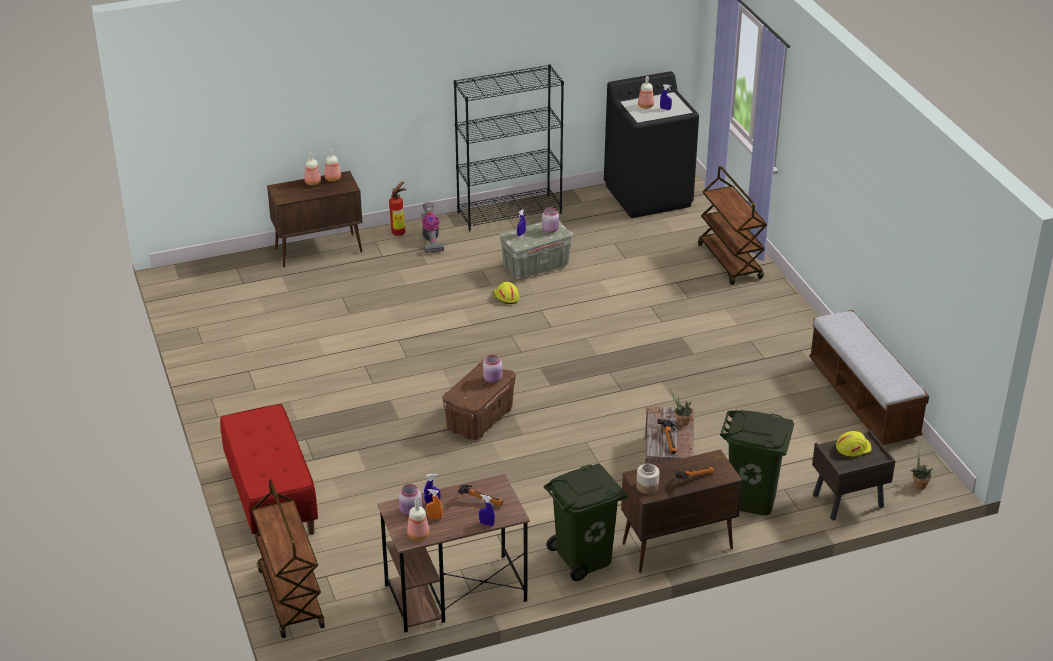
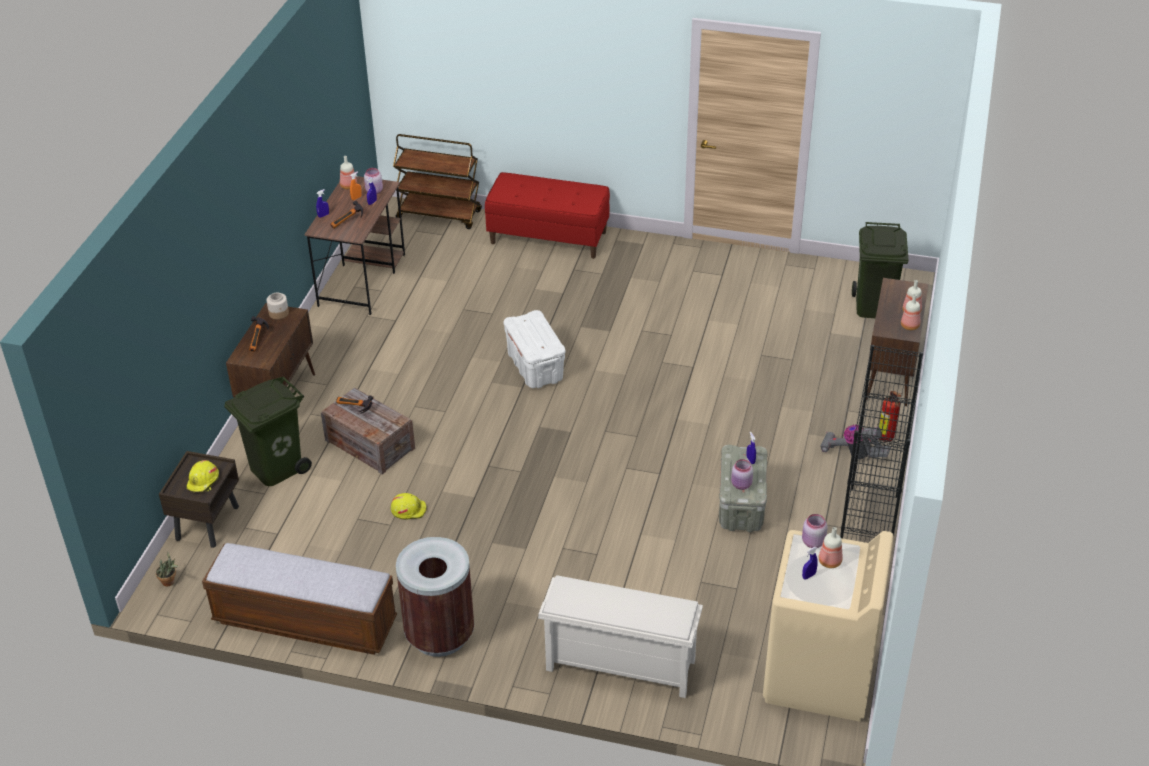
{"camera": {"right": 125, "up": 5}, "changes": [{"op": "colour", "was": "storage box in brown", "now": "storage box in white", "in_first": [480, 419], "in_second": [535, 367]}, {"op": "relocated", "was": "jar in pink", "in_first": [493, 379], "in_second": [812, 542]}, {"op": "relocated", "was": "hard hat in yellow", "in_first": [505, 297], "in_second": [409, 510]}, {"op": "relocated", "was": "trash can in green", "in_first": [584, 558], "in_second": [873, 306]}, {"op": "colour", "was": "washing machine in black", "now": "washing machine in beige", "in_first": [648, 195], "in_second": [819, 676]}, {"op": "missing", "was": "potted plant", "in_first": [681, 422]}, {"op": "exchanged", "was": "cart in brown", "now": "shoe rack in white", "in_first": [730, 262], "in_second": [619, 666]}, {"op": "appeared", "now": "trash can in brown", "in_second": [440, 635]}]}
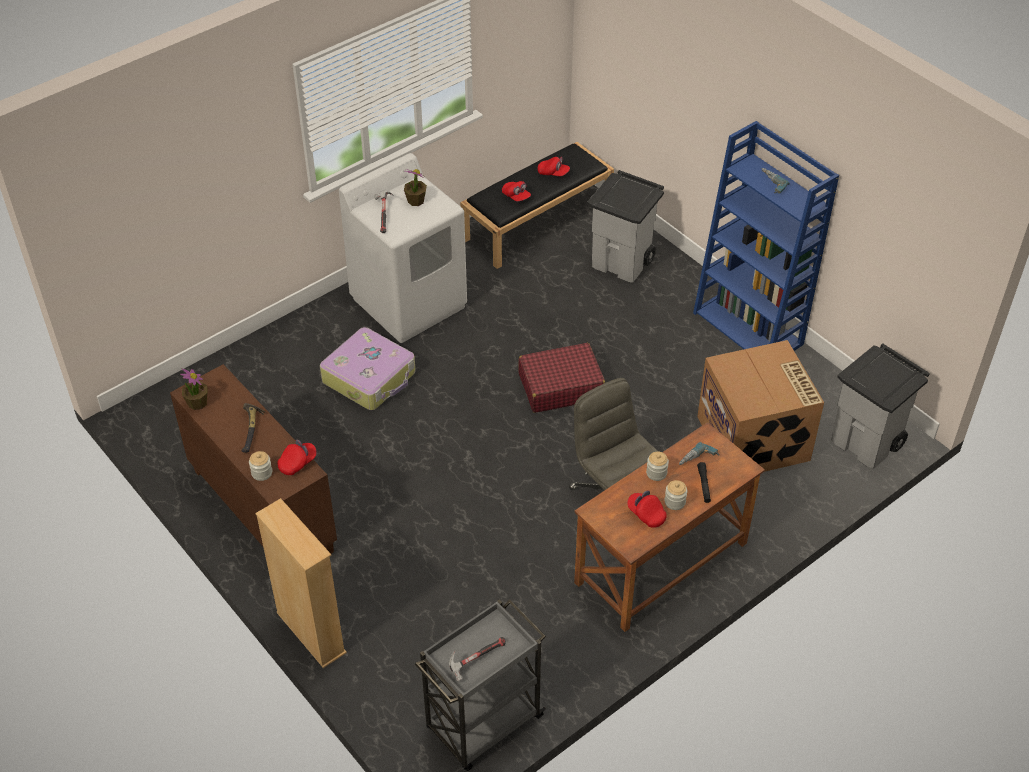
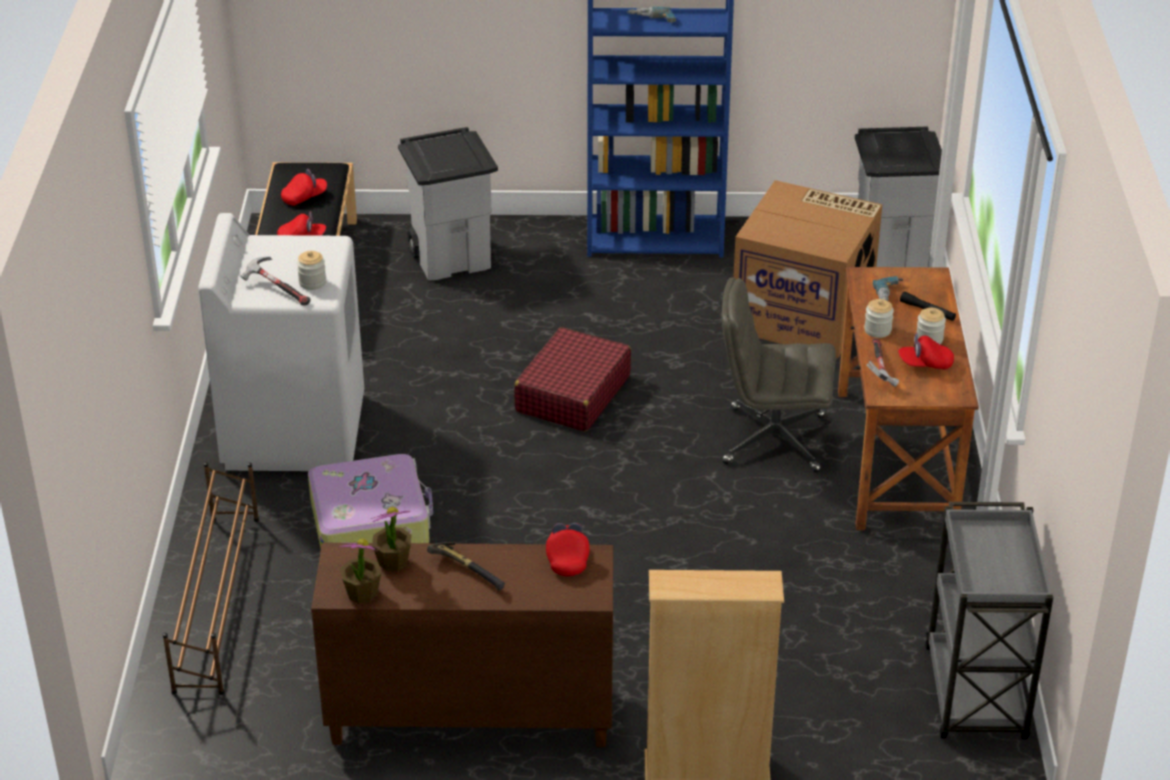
{"camera": {"right": -50, "up": -10}, "changes": [{"op": "relocated", "was": "jar", "in_first": [262, 473], "in_second": [312, 282]}, {"op": "relocated", "was": "potted plant", "in_first": [415, 200], "in_second": [393, 562]}, {"op": "relocated", "was": "hammer", "in_first": [475, 660], "in_second": [879, 369]}, {"op": "appeared", "now": "shoe rack in brown", "in_second": [218, 601]}]}
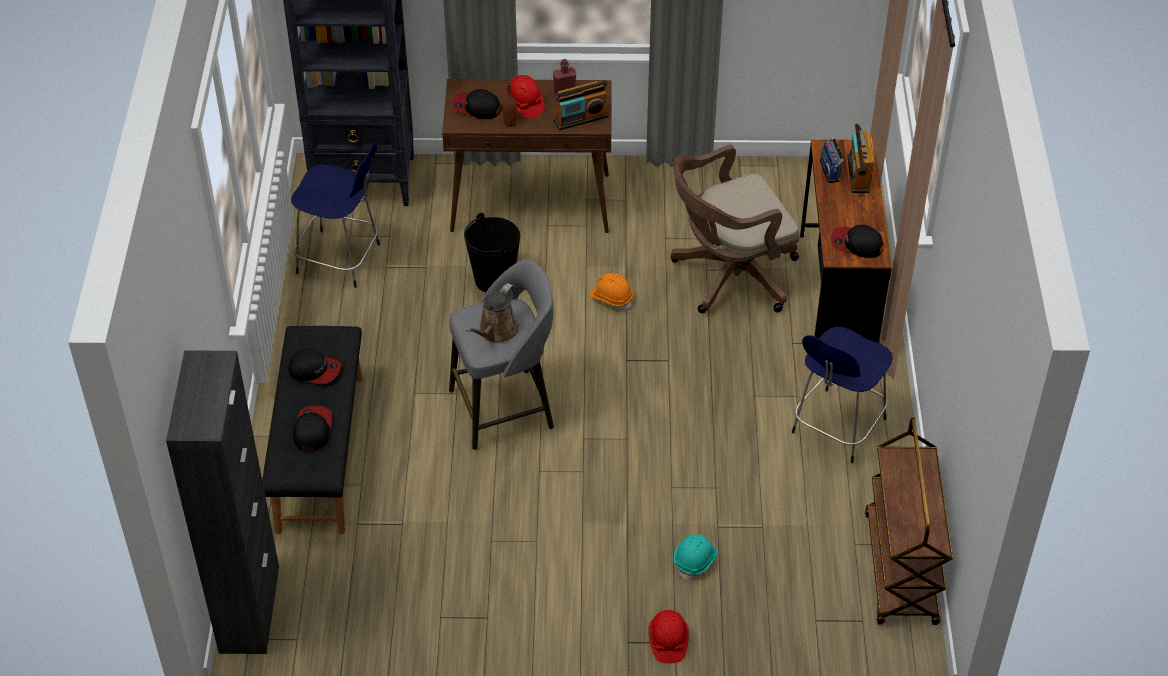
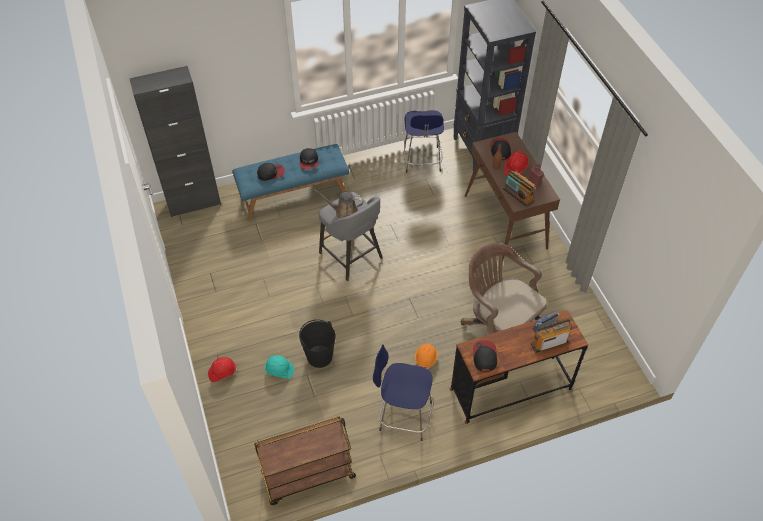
{"camera": {"right": 70, "up": 5}, "changes": [{"op": "colour", "was": "bench in black", "now": "bench in blue", "in_first": [319, 452], "in_second": [293, 195]}, {"op": "relocated", "was": "bucket in black", "in_first": [494, 279], "in_second": [319, 356]}, {"op": "relocated", "was": "hard hat in orange", "in_first": [611, 298], "in_second": [426, 358]}]}
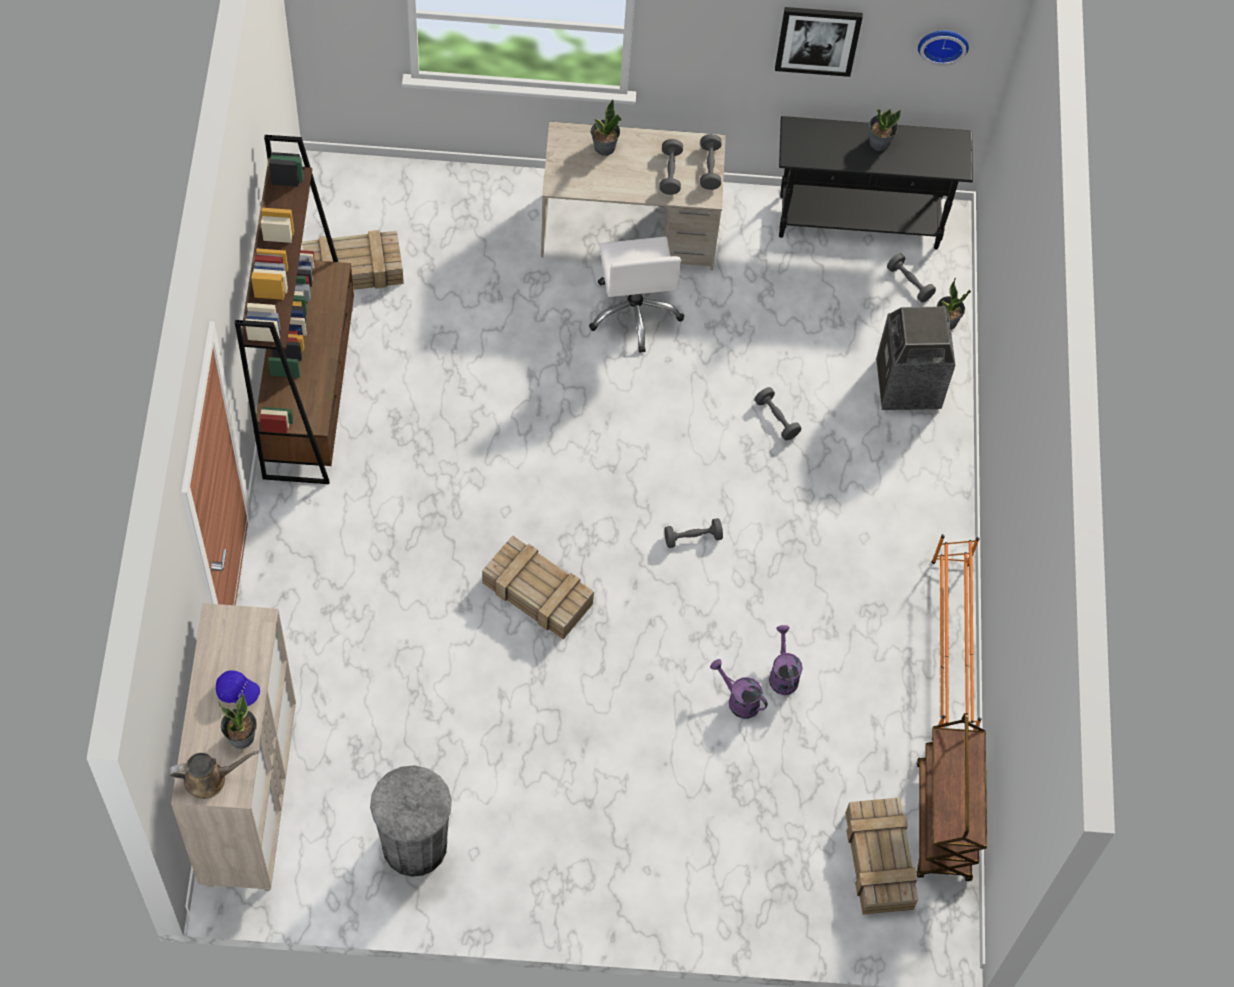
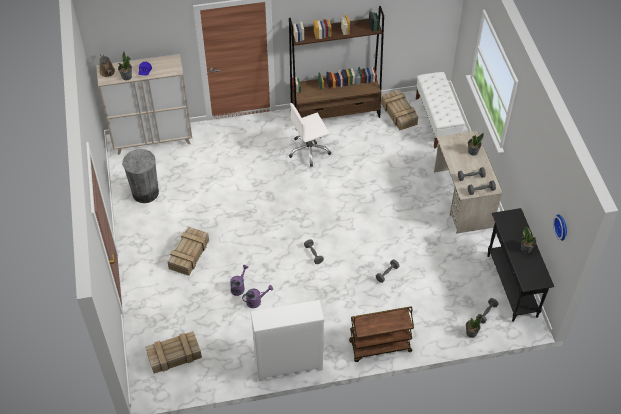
{"camera": {"right": 80, "up": -10}, "changes": [{"op": "relocated", "was": "crate", "in_first": [535, 593], "in_second": [189, 254]}, {"op": "relocated", "was": "office chair in white", "in_first": [635, 311], "in_second": [309, 151]}, {"op": "missing", "was": "picture", "in_first": [818, 40]}, {"op": "missing", "was": "trash can", "in_first": [908, 385]}, {"op": "relocated", "was": "cart in brown", "in_first": [943, 822], "in_second": [379, 347]}, {"op": "exchanged", "was": "shoe rack in orange", "now": "dresser in white", "in_first": [950, 651], "in_second": [288, 366]}, {"op": "appeared", "now": "bench in white", "in_second": [437, 121]}]}
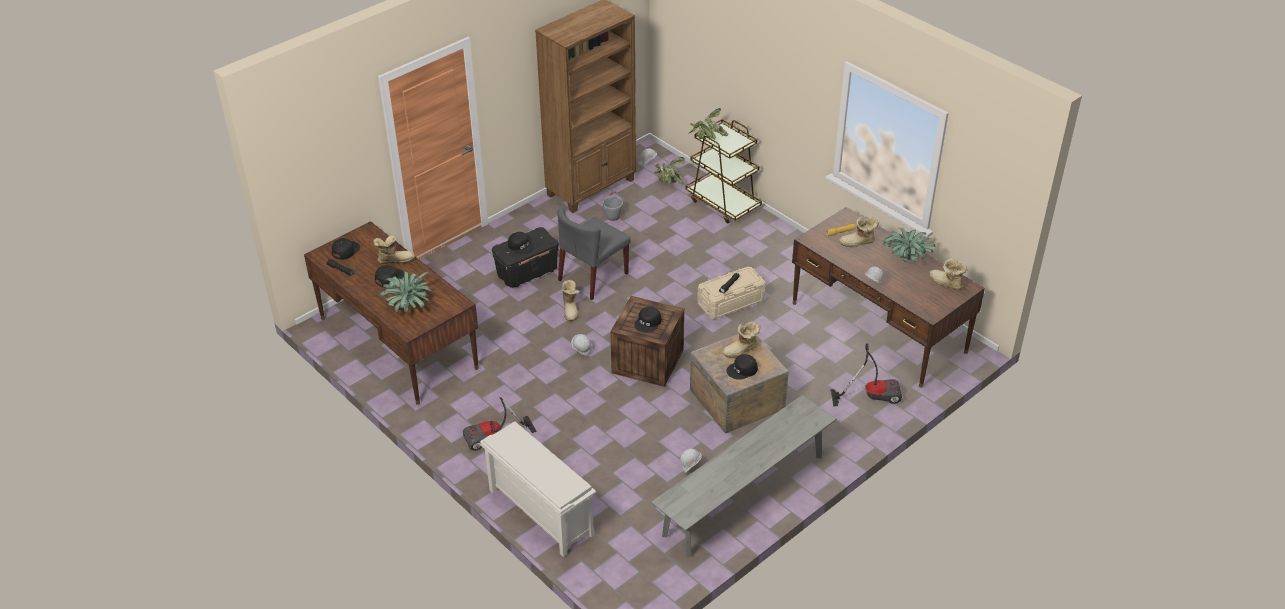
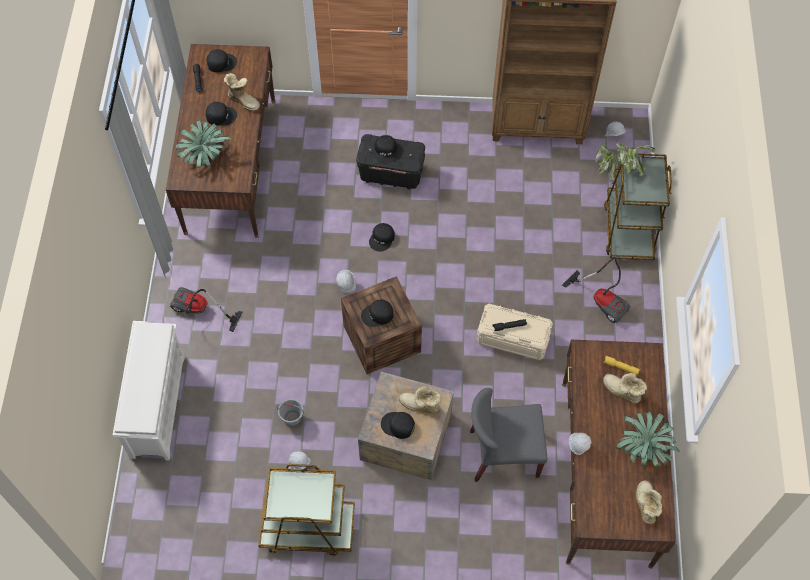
{"camera": {"right": 45, "up": 20}, "changes": [{"op": "relocated", "was": "chair in grey", "in_first": [593, 277], "in_second": [503, 454]}, {"op": "exchanged", "was": "boot", "now": "cap in black", "in_first": [571, 310], "in_second": [382, 239]}, {"op": "relocated", "was": "bucket in grey", "in_first": [613, 216], "in_second": [292, 419]}, {"op": "exchanged", "was": "bench in grey", "now": "cart in brown", "in_first": [744, 495], "in_second": [307, 528]}, {"op": "relocated", "was": "vacuum cleaner", "in_first": [871, 395], "in_second": [602, 300]}]}
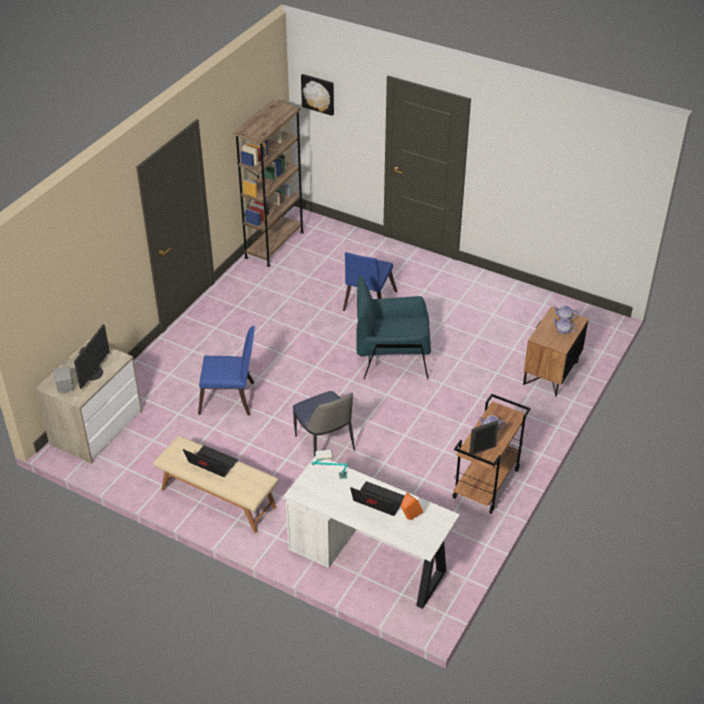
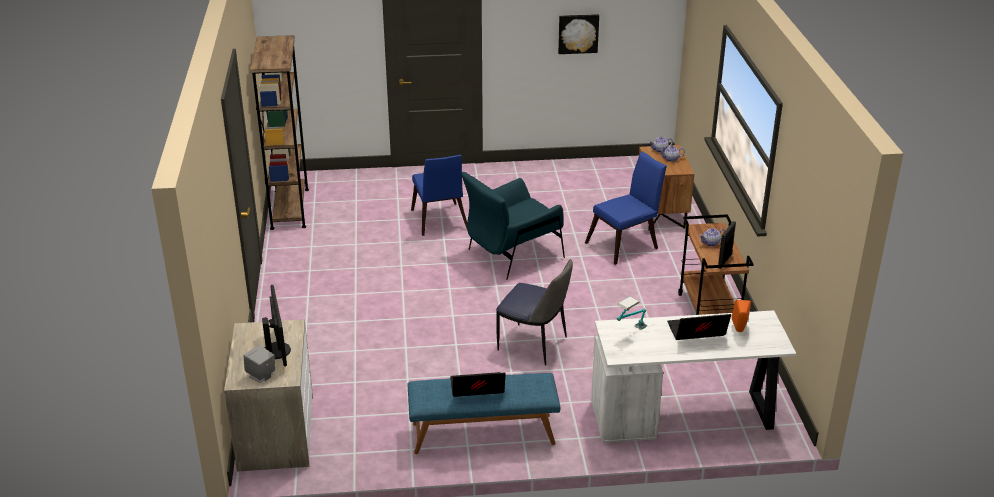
{"camera": {"right": -35, "up": -10}, "changes": [{"op": "colour", "was": "bench in beige", "now": "bench in blue", "in_first": [217, 498], "in_second": [483, 434]}, {"op": "relocated", "was": "chair in blue", "in_first": [231, 399], "in_second": [625, 244]}, {"op": "relocated", "was": "picture", "in_first": [318, 94], "in_second": [578, 33]}]}
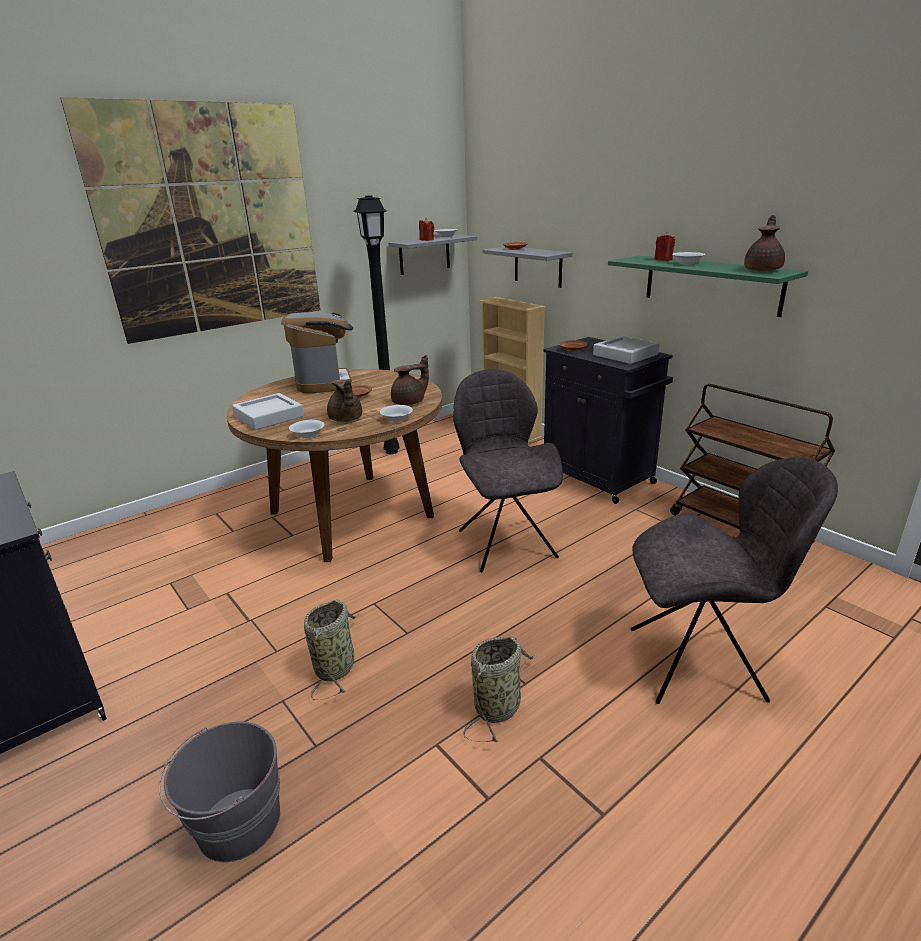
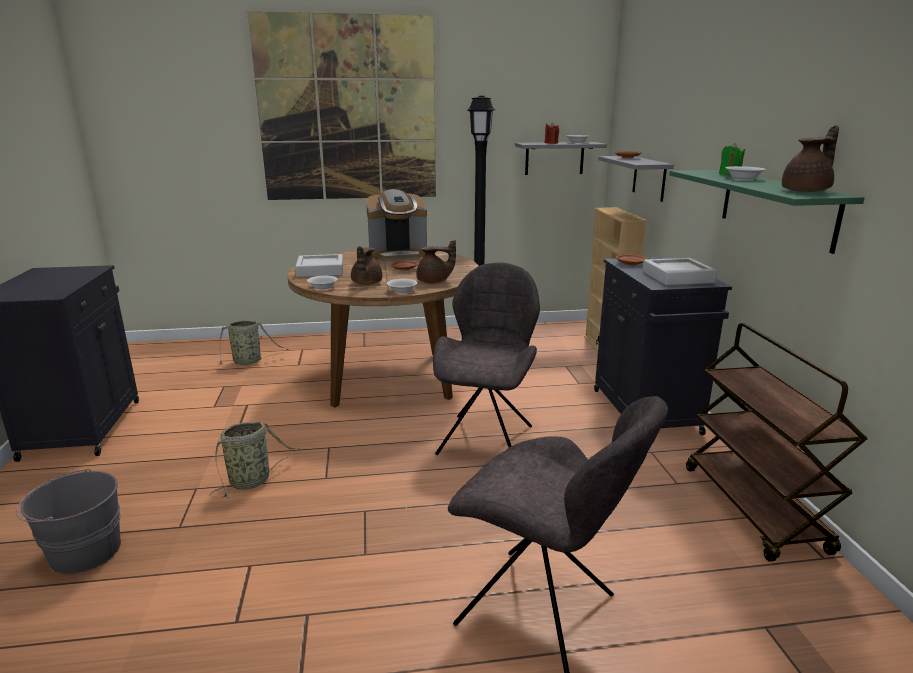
{"camera": {"right": 30, "up": -5}, "changes": [{"op": "spun", "was": "coffee machine", "in_first": [323, 382], "in_second": [398, 255], "clockwise": 60}, {"op": "relocated", "was": "basket", "in_first": [499, 706], "in_second": [249, 361]}, {"op": "colour", "was": "candle in red", "now": "candle in green", "in_first": [663, 259], "in_second": [729, 174]}]}
